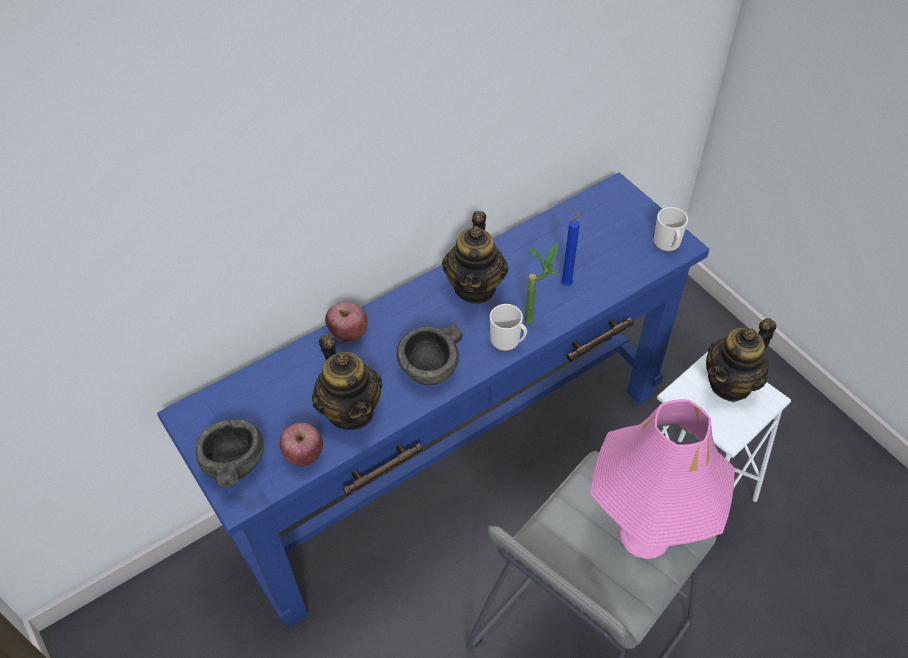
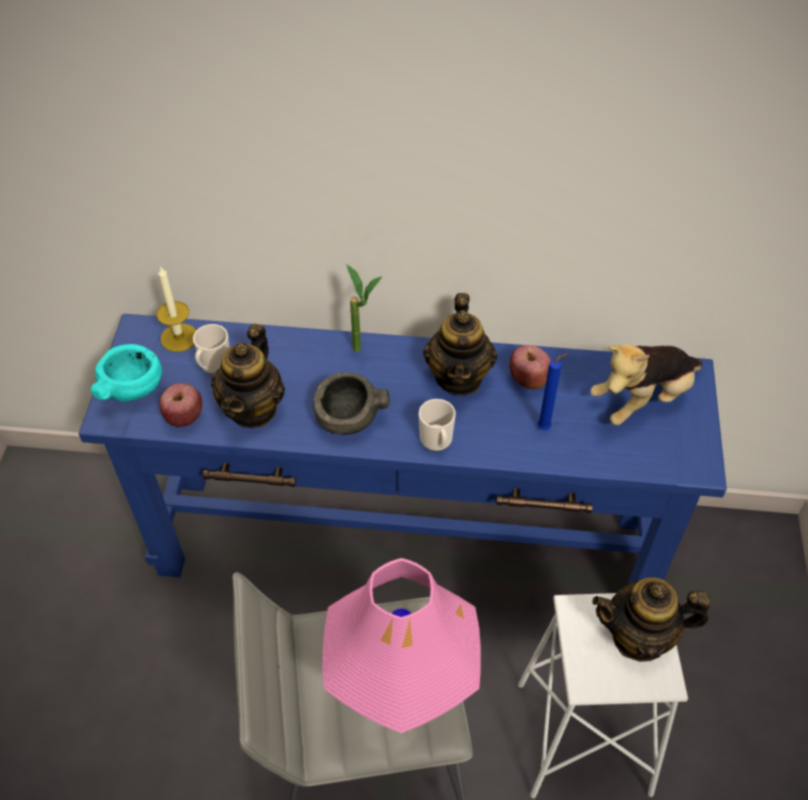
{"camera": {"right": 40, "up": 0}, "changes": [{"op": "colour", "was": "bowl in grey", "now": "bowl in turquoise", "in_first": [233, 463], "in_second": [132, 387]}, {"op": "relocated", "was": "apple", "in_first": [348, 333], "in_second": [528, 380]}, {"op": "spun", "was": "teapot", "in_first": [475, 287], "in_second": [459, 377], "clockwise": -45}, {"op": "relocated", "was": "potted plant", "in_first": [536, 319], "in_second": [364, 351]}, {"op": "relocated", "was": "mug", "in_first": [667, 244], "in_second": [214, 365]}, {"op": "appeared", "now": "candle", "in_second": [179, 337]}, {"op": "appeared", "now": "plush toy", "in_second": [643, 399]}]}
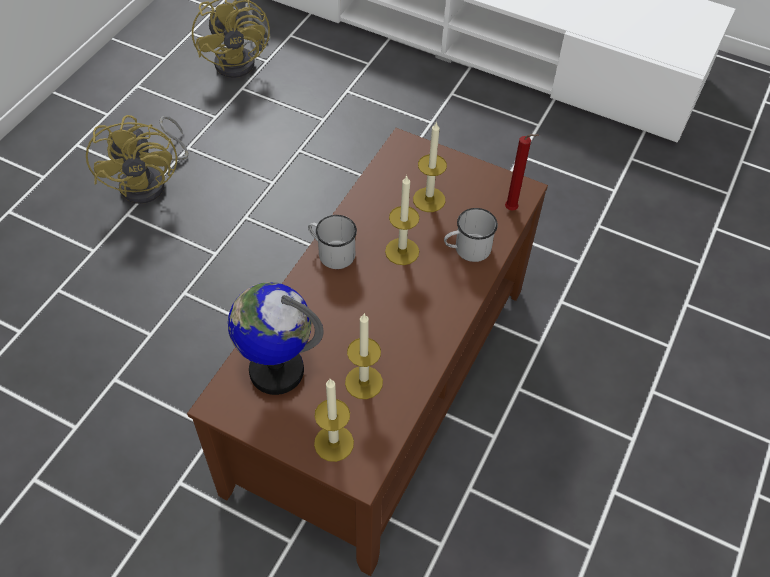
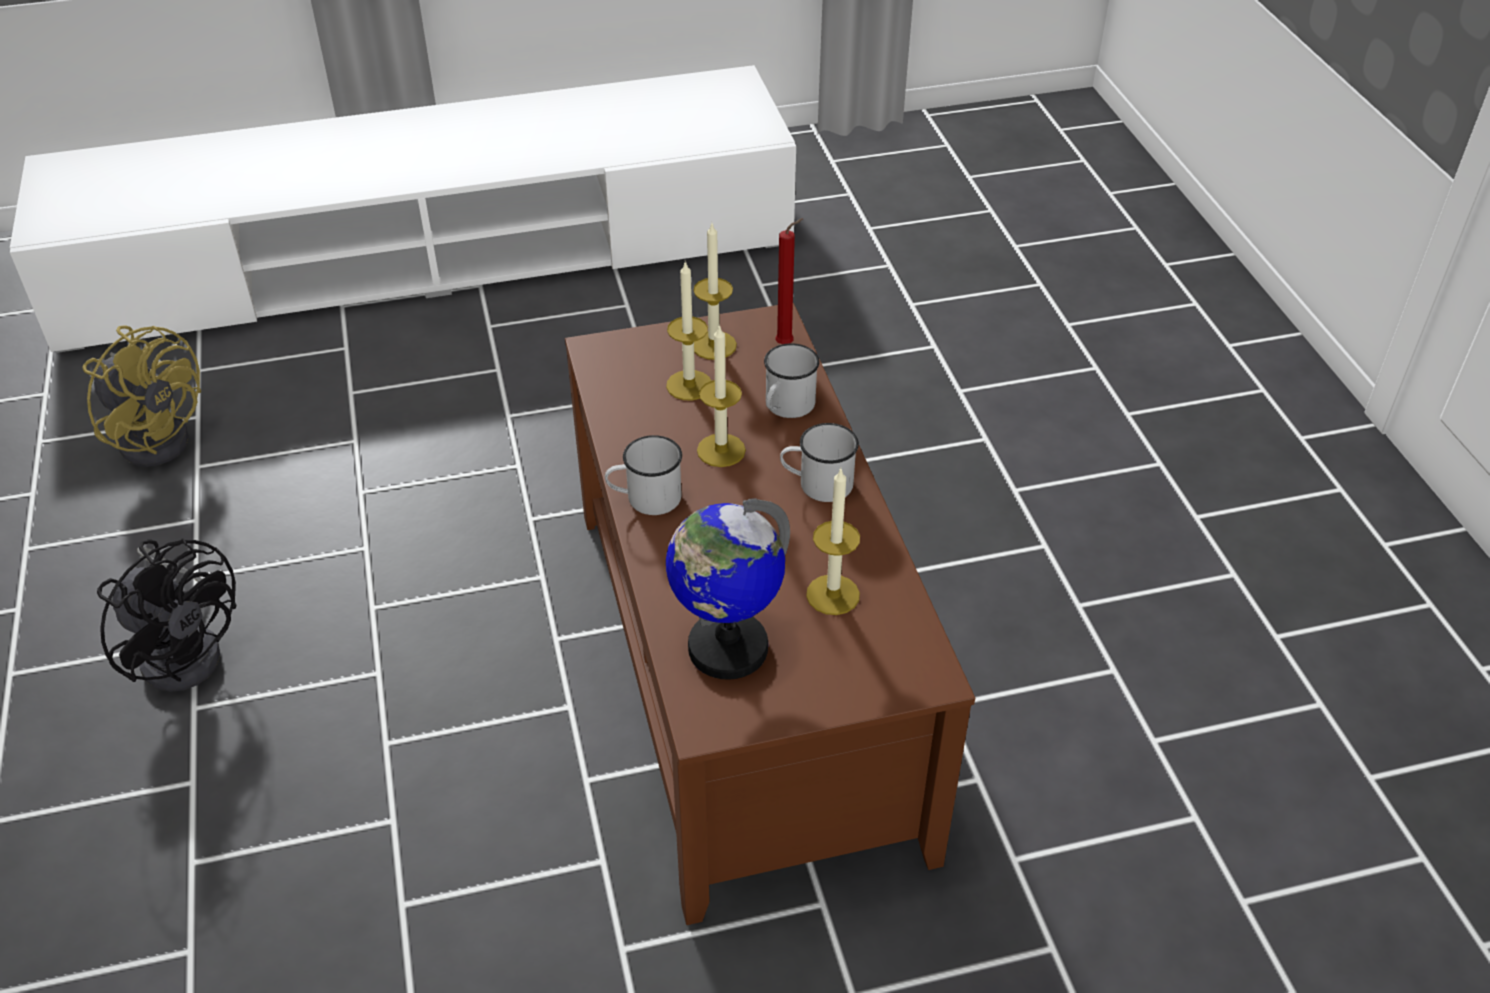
{"camera": {"right": -40, "up": -10}, "changes": [{"op": "colour", "was": "fan in yellow", "now": "fan in black", "in_first": [151, 181], "in_second": [186, 648]}, {"op": "relocated", "was": "candle", "in_first": [334, 443], "in_second": [714, 345]}, {"op": "appeared", "now": "mug in white", "in_second": [817, 484]}]}
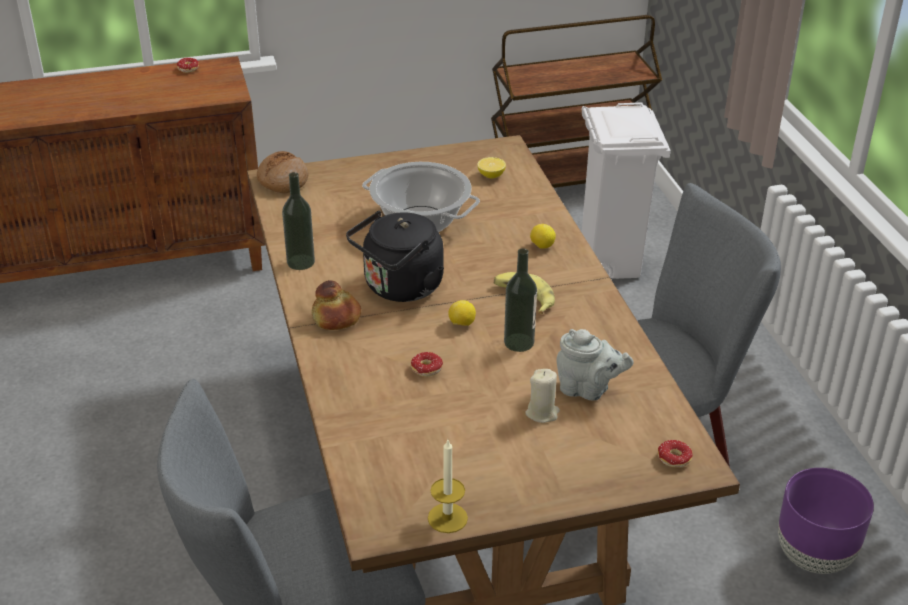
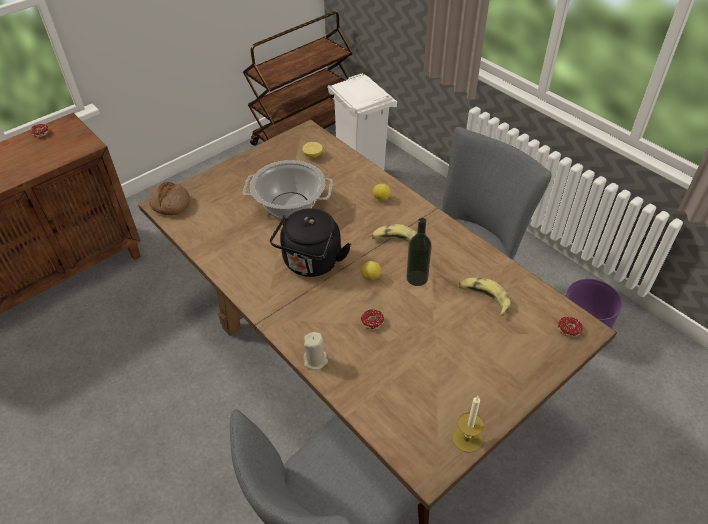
{"camera": {"right": -25, "up": 10}, "changes": [{"op": "missing", "was": "bottle", "in_first": [300, 262]}, {"op": "missing", "was": "bread", "in_first": [336, 318]}, {"op": "relocated", "was": "candle in beige", "in_first": [542, 413], "in_second": [315, 360]}, {"op": "exchanged", "was": "teapot in grey", "now": "banana", "in_first": [588, 390], "in_second": [483, 298]}]}
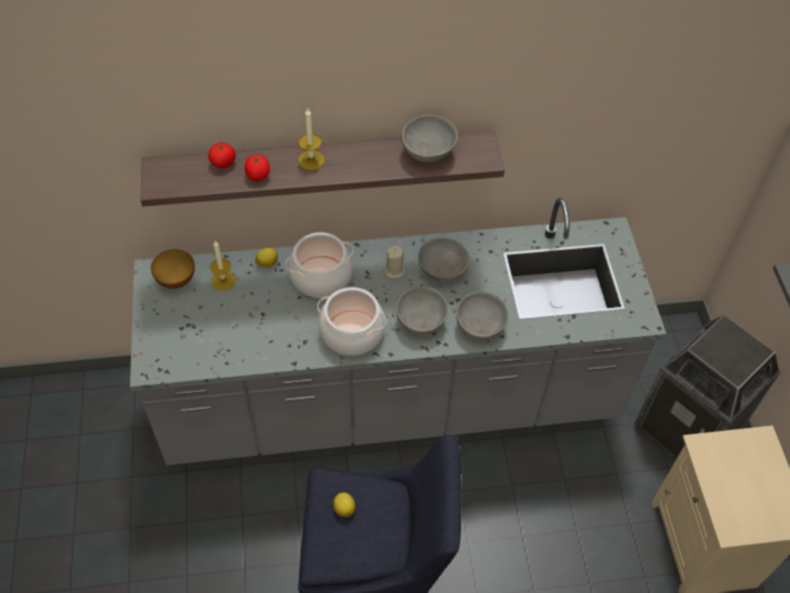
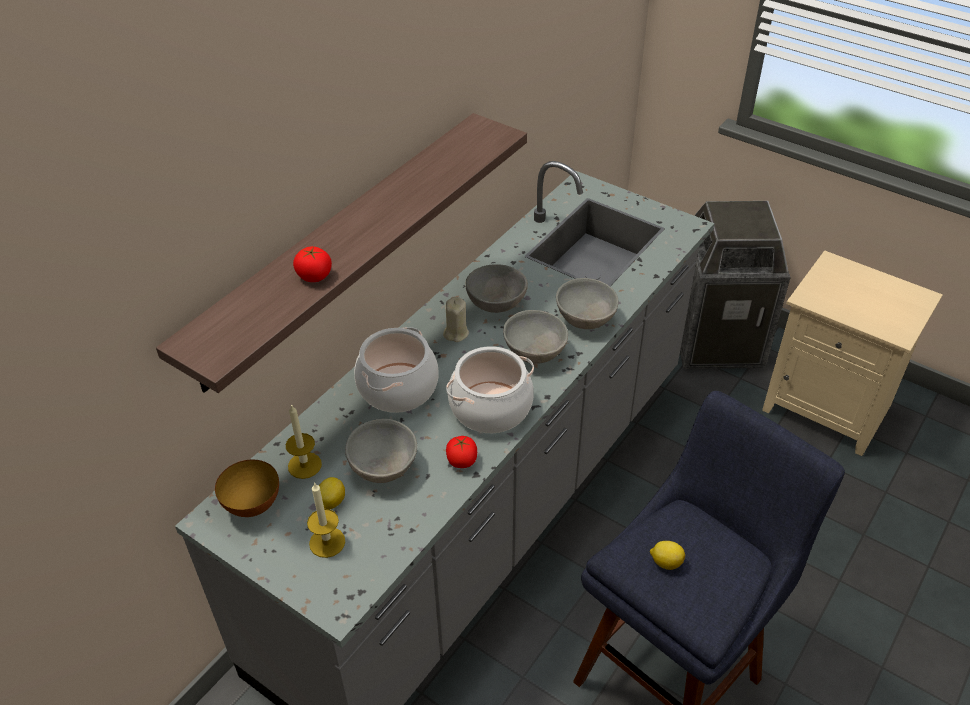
{"camera": {"right": -45, "up": -10}, "changes": [{"op": "relocated", "was": "tomato", "in_first": [223, 163], "in_second": [462, 461]}, {"op": "relocated", "was": "lemon", "in_first": [267, 263], "in_second": [331, 502]}, {"op": "relocated", "was": "candle", "in_first": [311, 160], "in_second": [327, 542]}, {"op": "relocated", "was": "bowl in grey", "in_first": [429, 153], "in_second": [384, 467]}]}
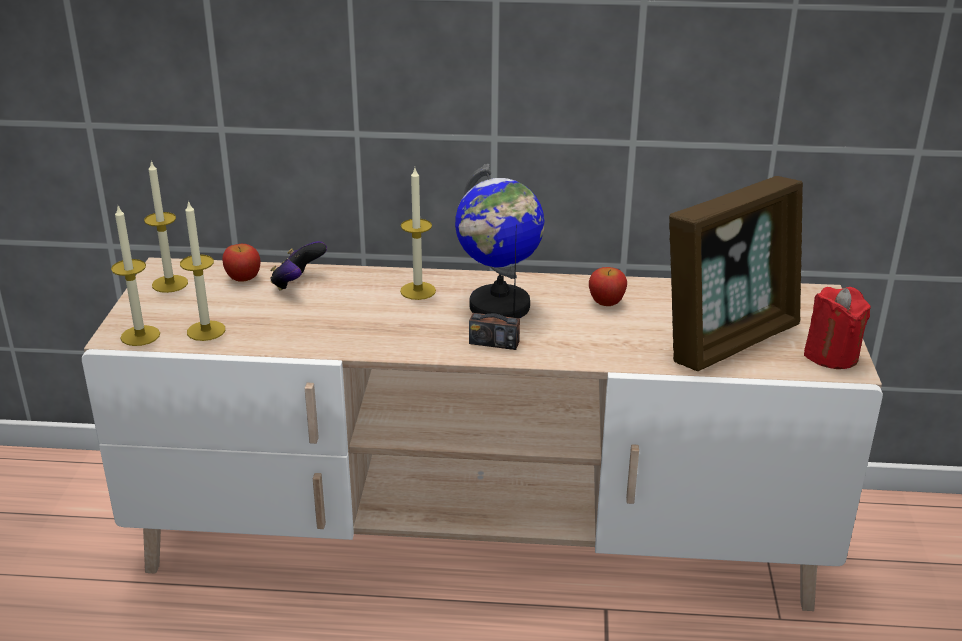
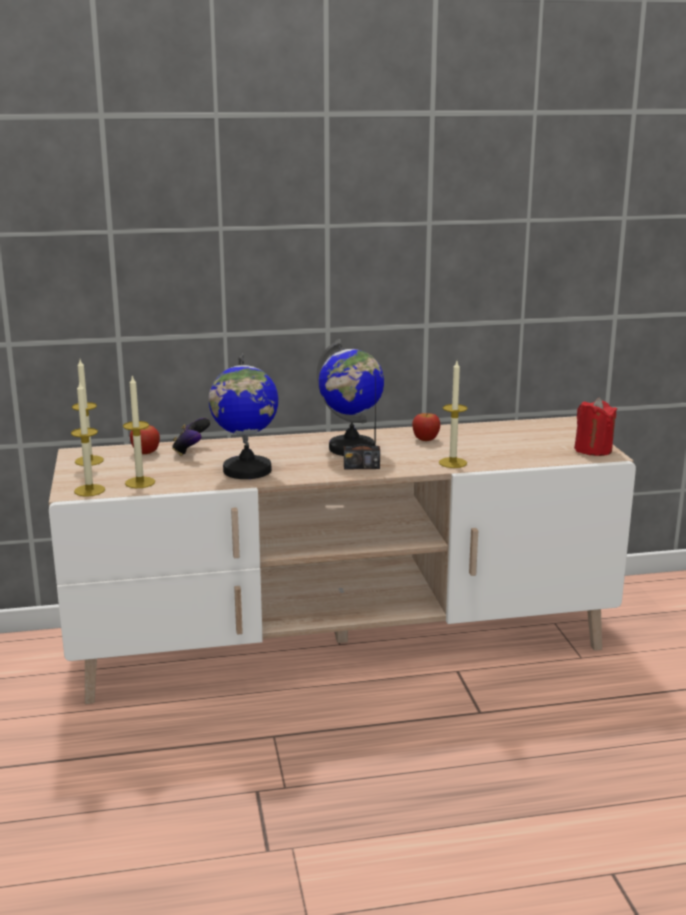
{"camera": {"right": -15, "up": -10}, "changes": [{"op": "relocated", "was": "candle", "in_first": [418, 291], "in_second": [452, 463]}, {"op": "missing", "was": "picture frame", "in_first": [729, 339]}, {"op": "appeared", "now": "globe", "in_second": [246, 470]}]}
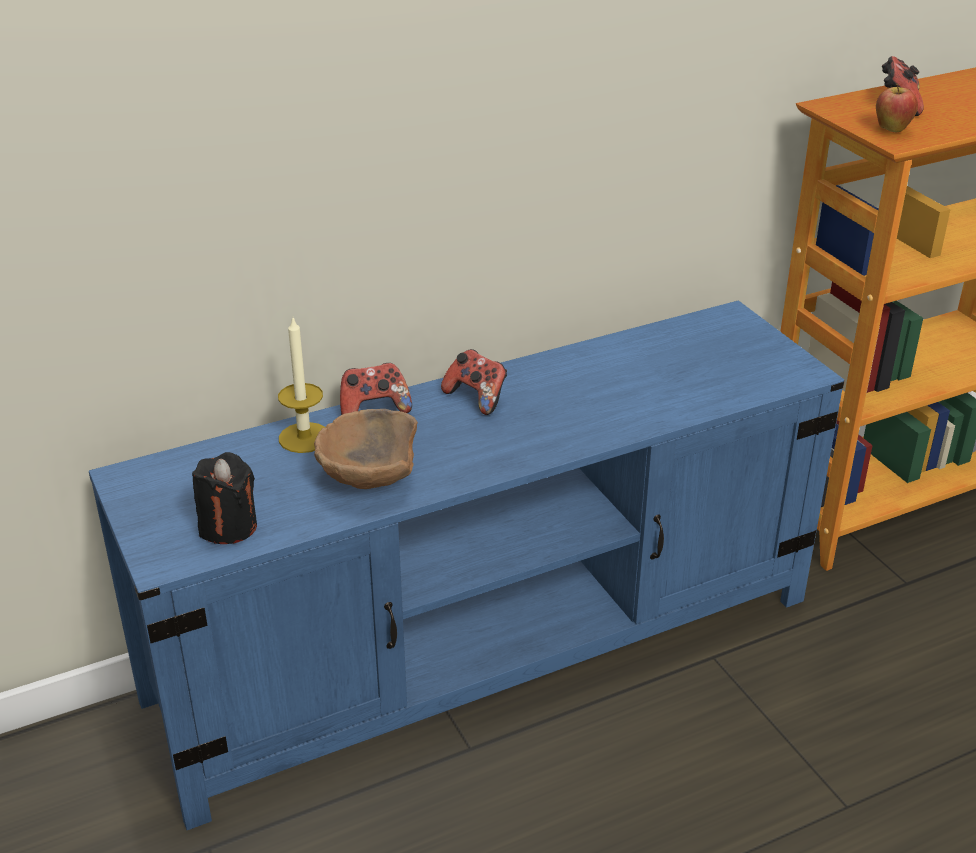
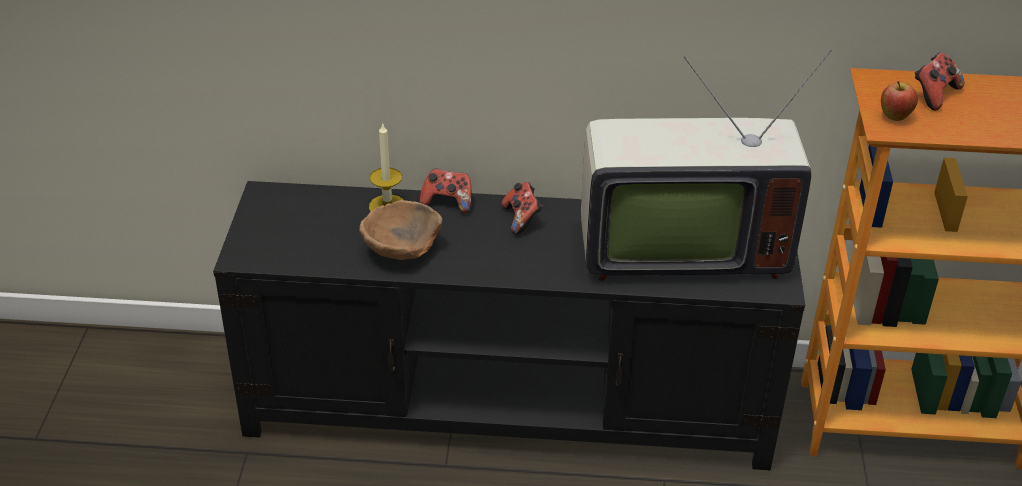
{"camera": {"right": 30, "up": 5}, "changes": [{"op": "colour", "was": "tv stand in blue", "now": "tv stand in black", "in_first": [488, 648], "in_second": [511, 404]}, {"op": "missing", "was": "candle in black", "in_first": [228, 527]}, {"op": "appeared", "now": "television", "in_second": [678, 248]}]}
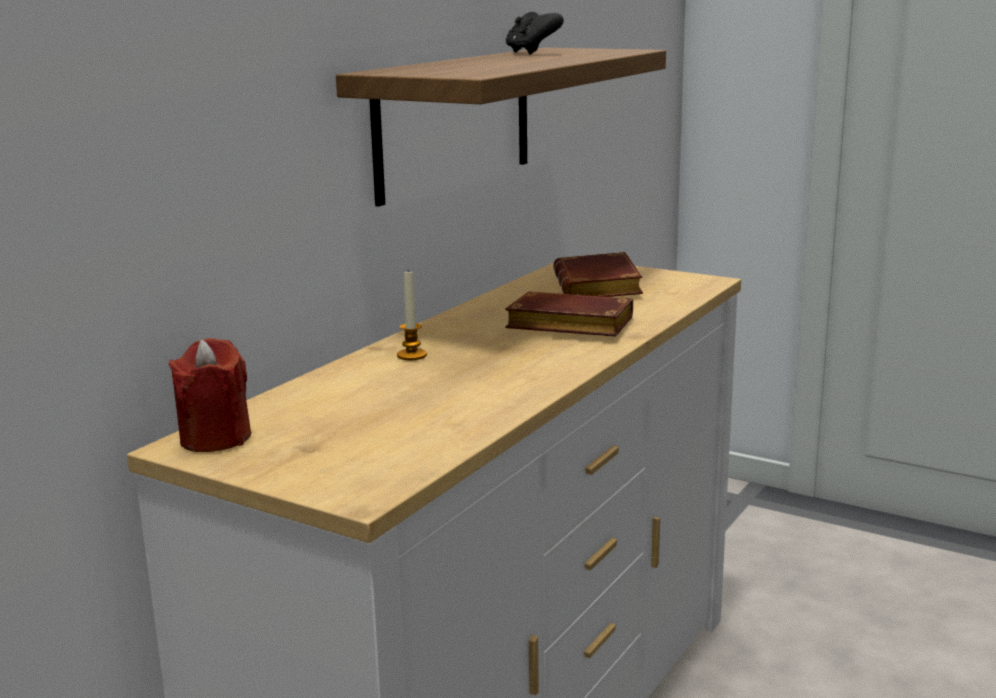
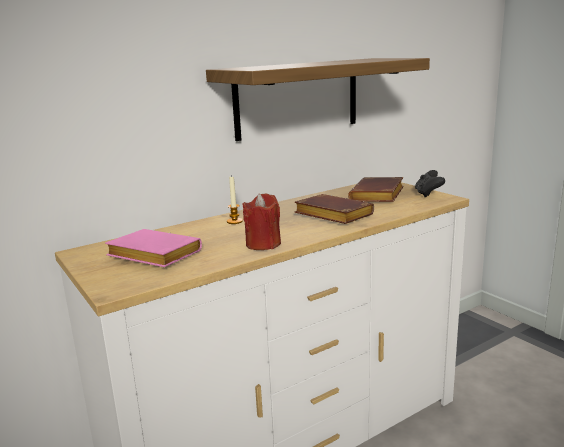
{"camera": {"right": 25, "up": 0}, "changes": [{"op": "relocated", "was": "candle in red", "in_first": [215, 438], "in_second": [263, 244]}, {"op": "relocated", "was": "game controller in black", "in_first": [531, 53], "in_second": [428, 194]}, {"op": "appeared", "now": "book in pink", "in_second": [151, 256]}]}
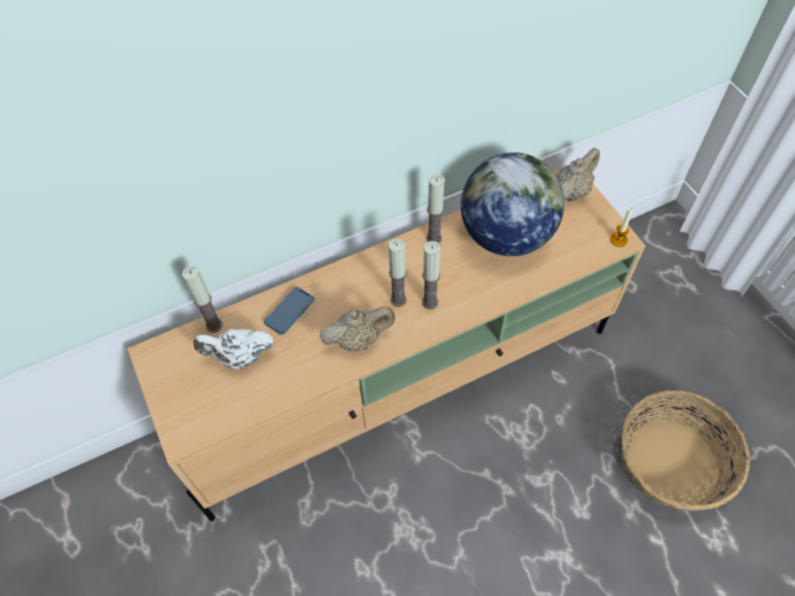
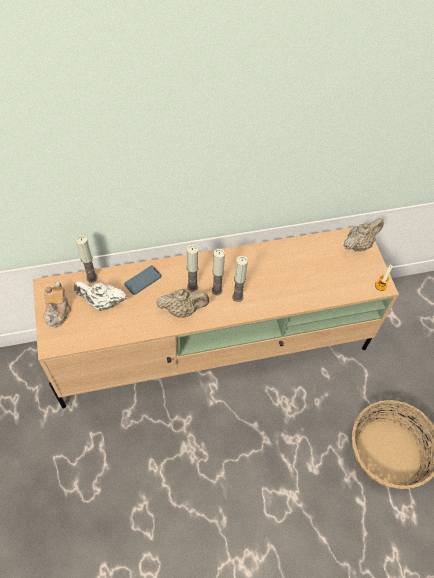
{"camera": {"right": 10, "up": 0}, "changes": [{"op": "relocated", "was": "candle", "in_first": [434, 238], "in_second": [192, 286]}, {"op": "missing", "was": "globe", "in_first": [505, 235]}, {"op": "appeared", "now": "teapot", "in_second": [58, 311]}]}
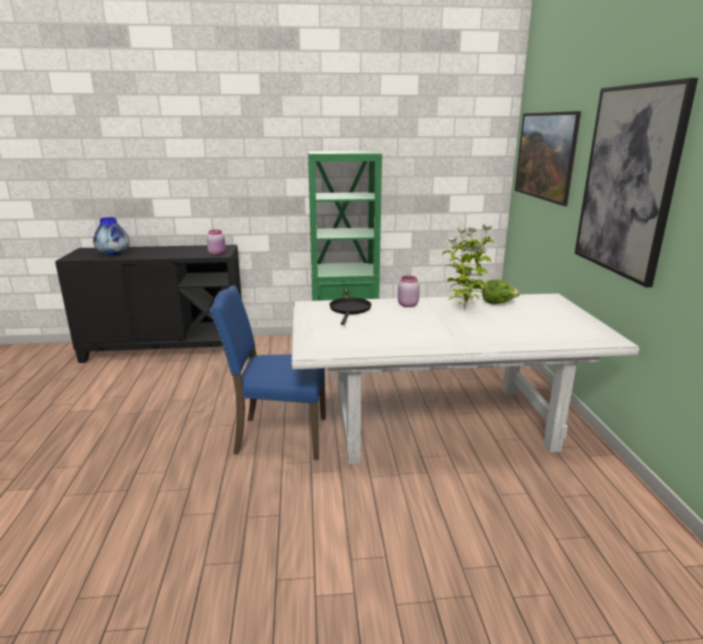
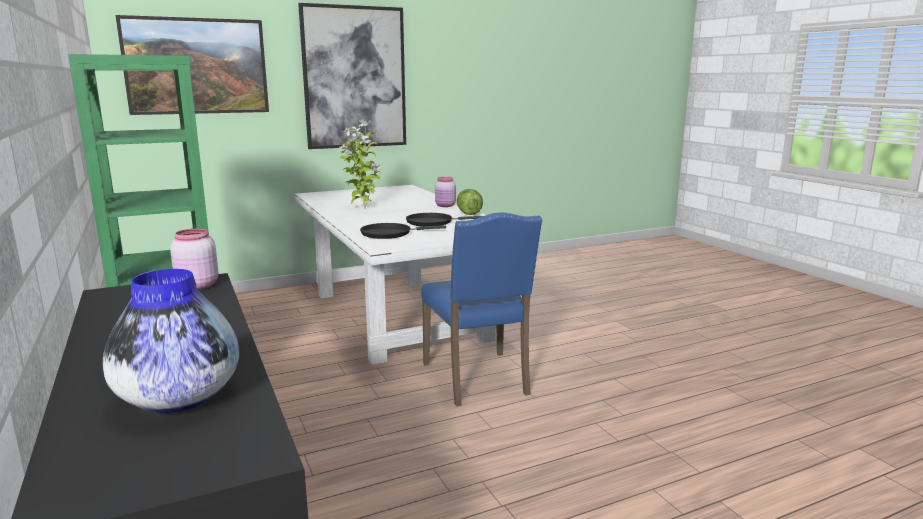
{"camera": {"right": -110, "up": -5}, "changes": [{"op": "relocated", "was": "jar in pink", "in_first": [407, 305], "in_second": [445, 206]}, {"op": "relocated", "was": "lettuce", "in_first": [498, 303], "in_second": [468, 213]}, {"op": "appeared", "now": "frying pan in black", "in_second": [433, 222]}]}
